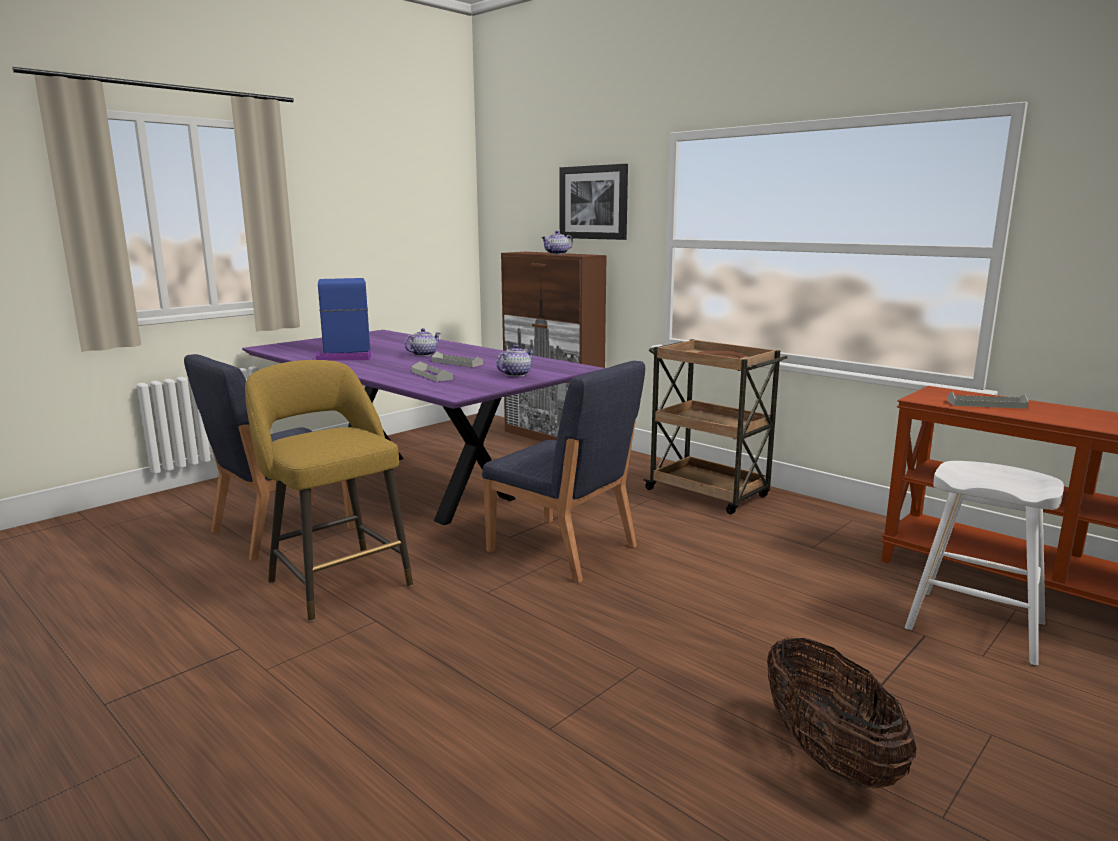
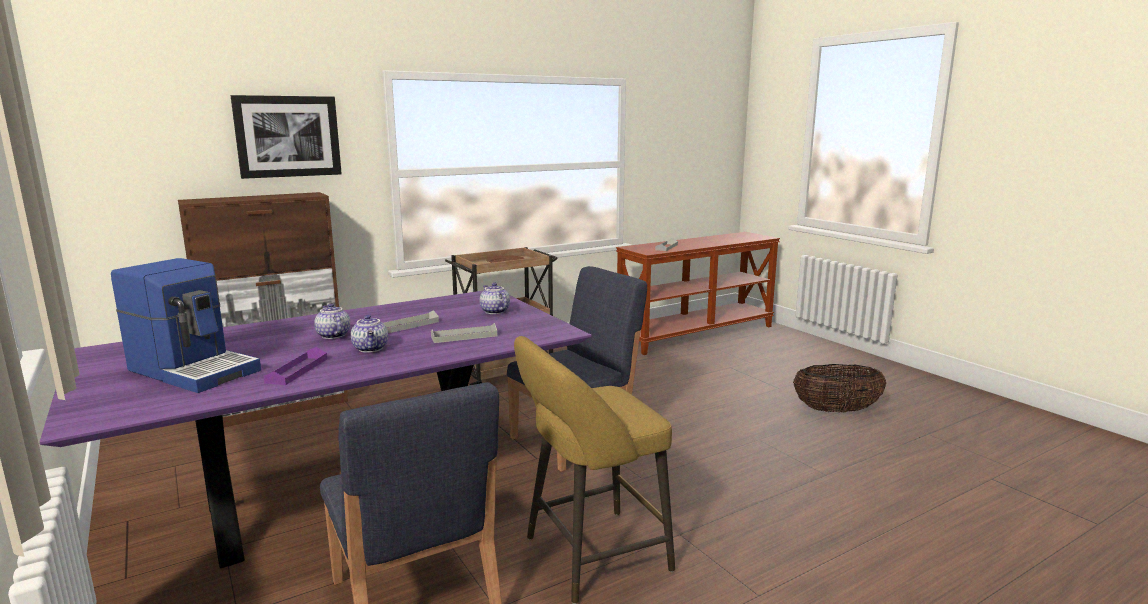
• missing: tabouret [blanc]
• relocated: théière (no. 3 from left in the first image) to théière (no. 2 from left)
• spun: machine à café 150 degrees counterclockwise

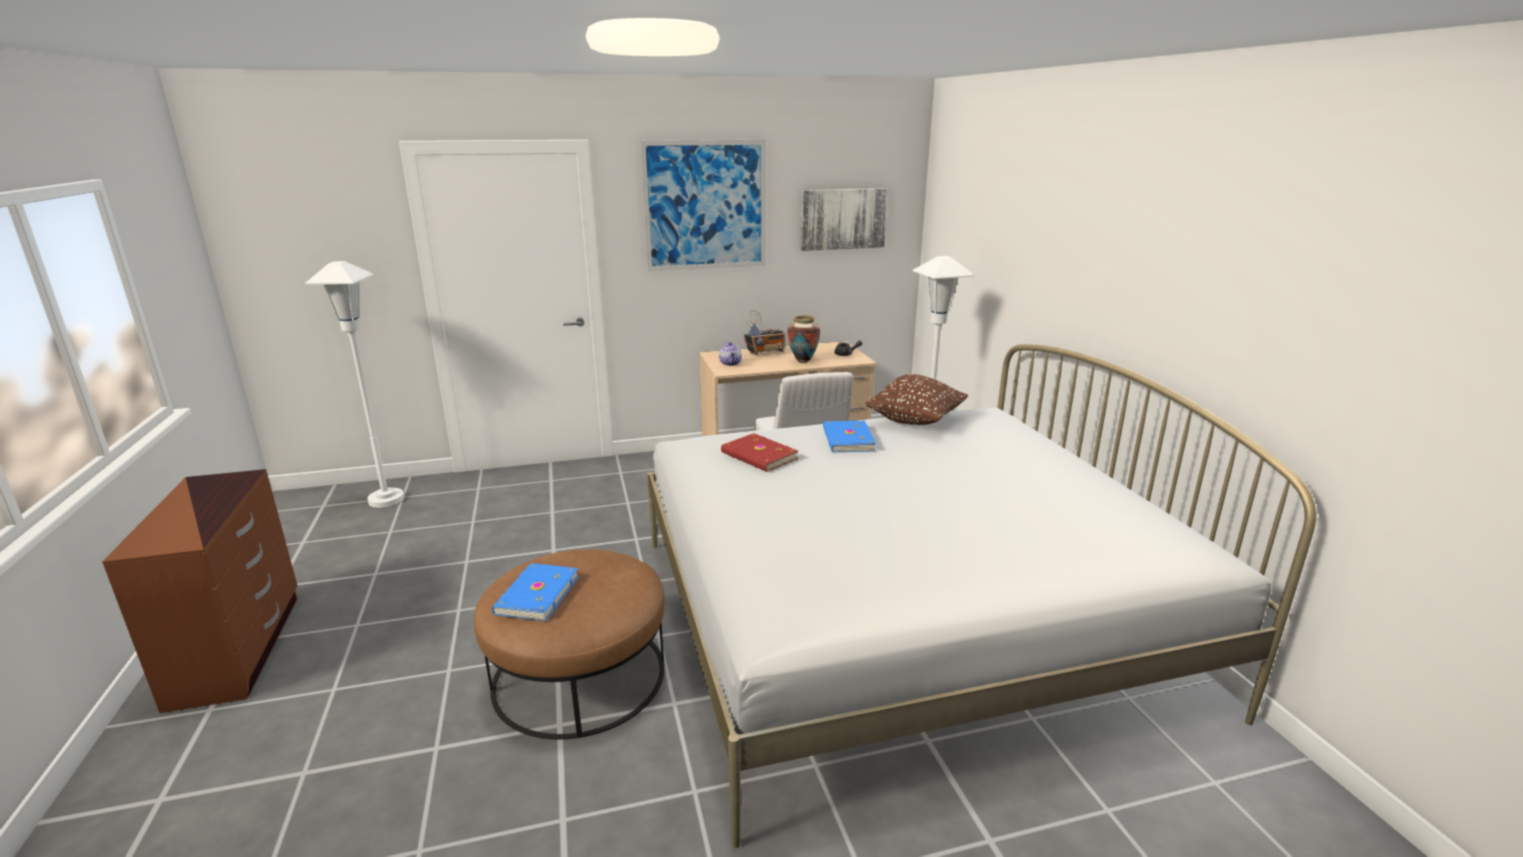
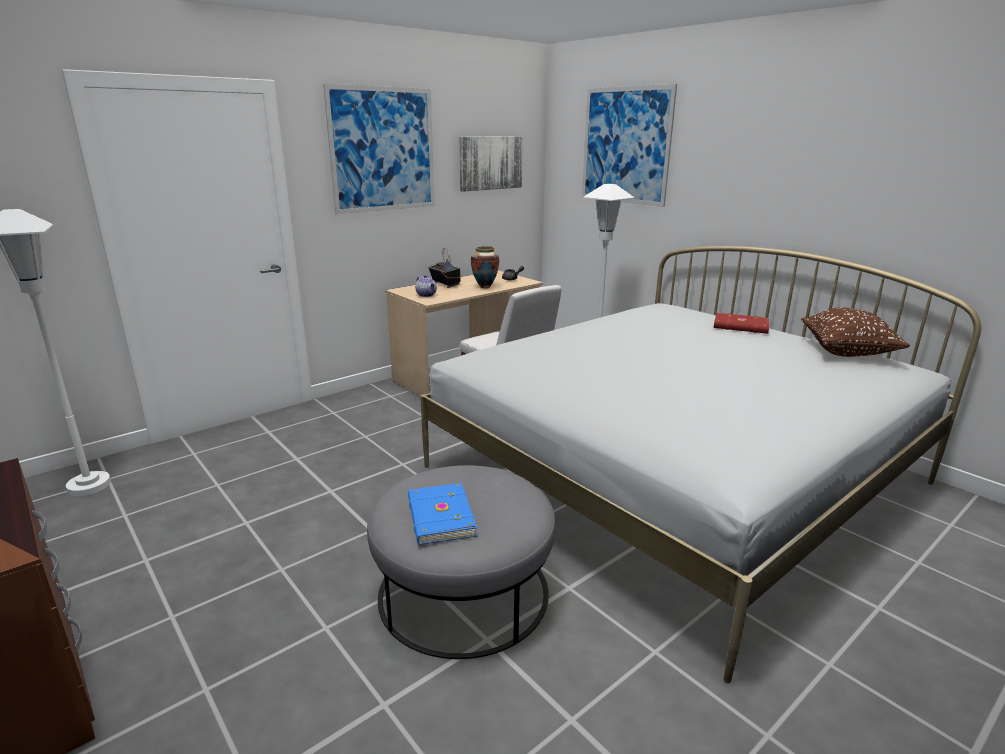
• missing: livre [bleu] (no. 2 from left)
• appeared: tableau (no. 3 from left)
• relocated: livre [rouge]
• relocated: coussin [marron]
• colour: pouf [marron] to pouf [gris]
• spun: radio 75 degrees counterclockwise

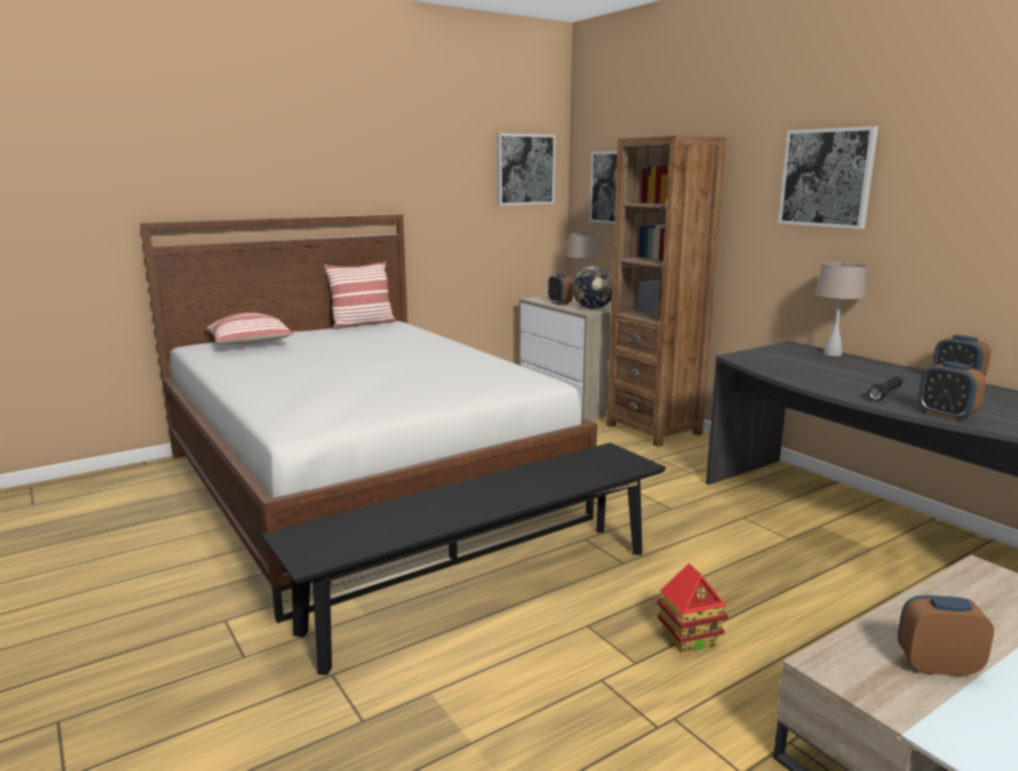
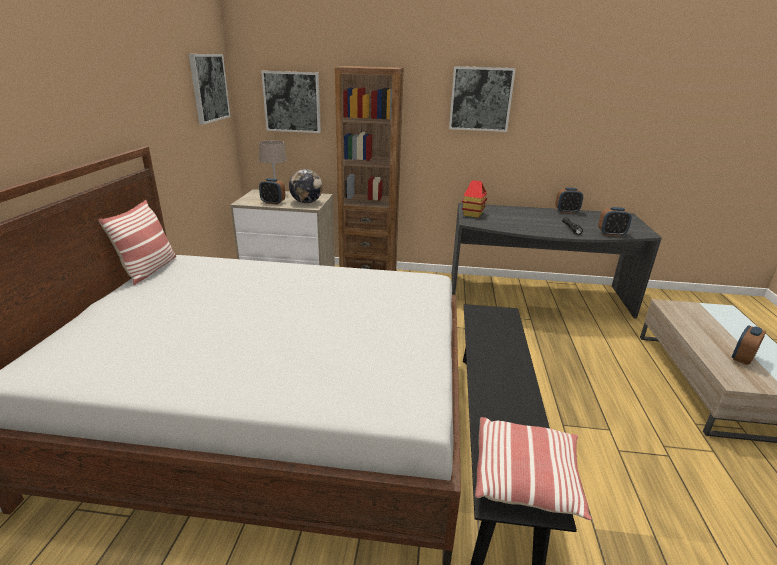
• missing: lampe de table [beige] (no. 2 from left)
• relocated: coussin (no. 1 from left in the first image) to coussin (no. 2 from left)
• relocated: maison miniature

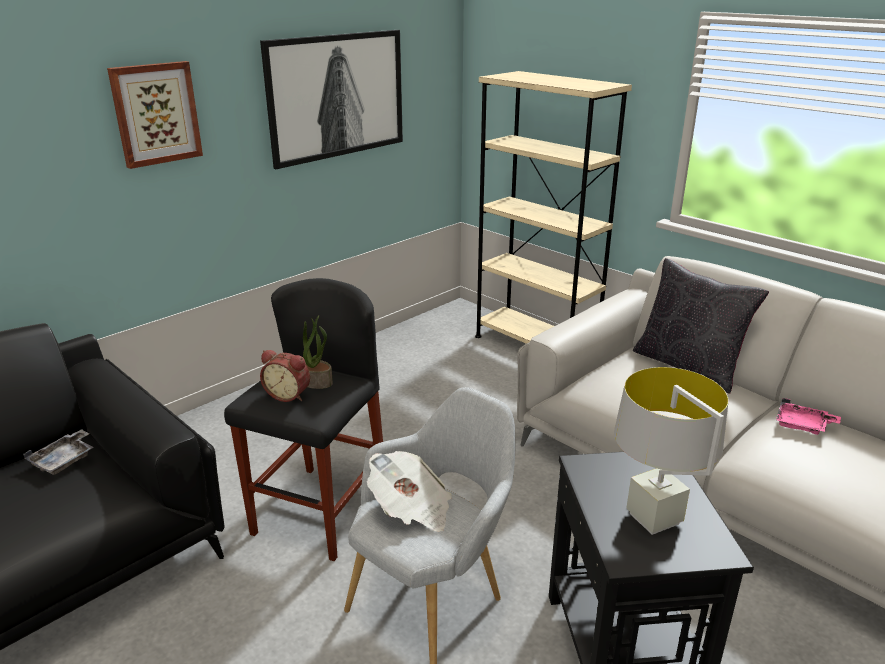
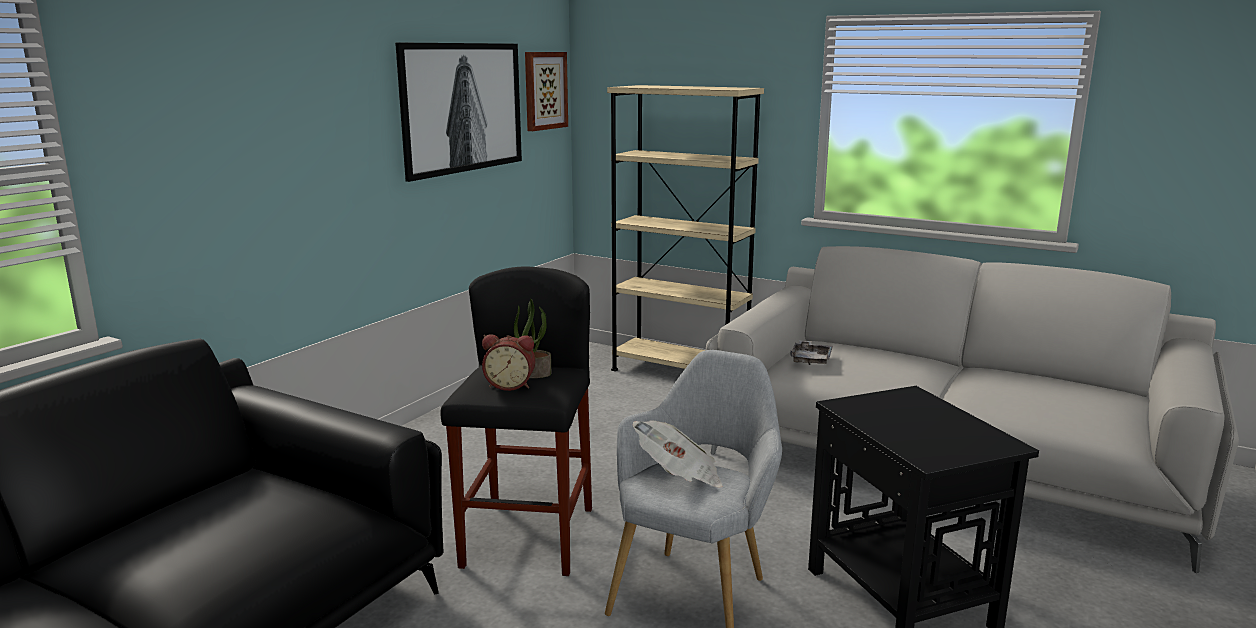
• missing: lampe de table [gris]
• missing: coussin [noir]
• missing: plateau [rose]
• relocated: plateau [gris]
• relocated: tableau (no. 1 from left in the first image) to tableau (no. 2 from left)

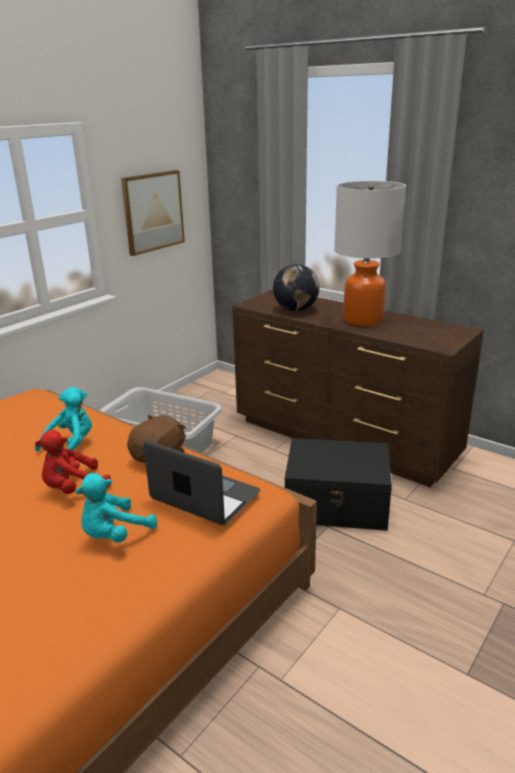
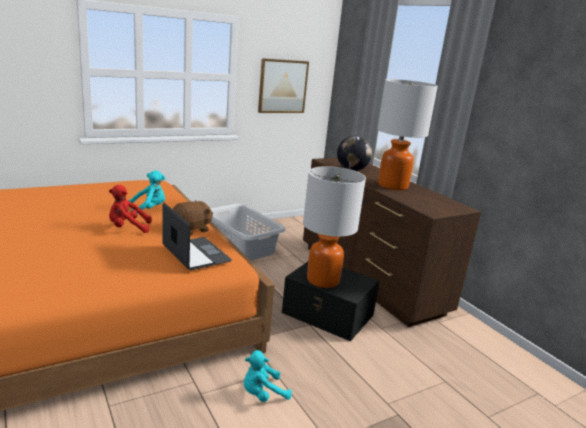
• appeared: lampe de table (no. 1 from left)
• relocated: peluche [turquoise] (no. 2 from left)

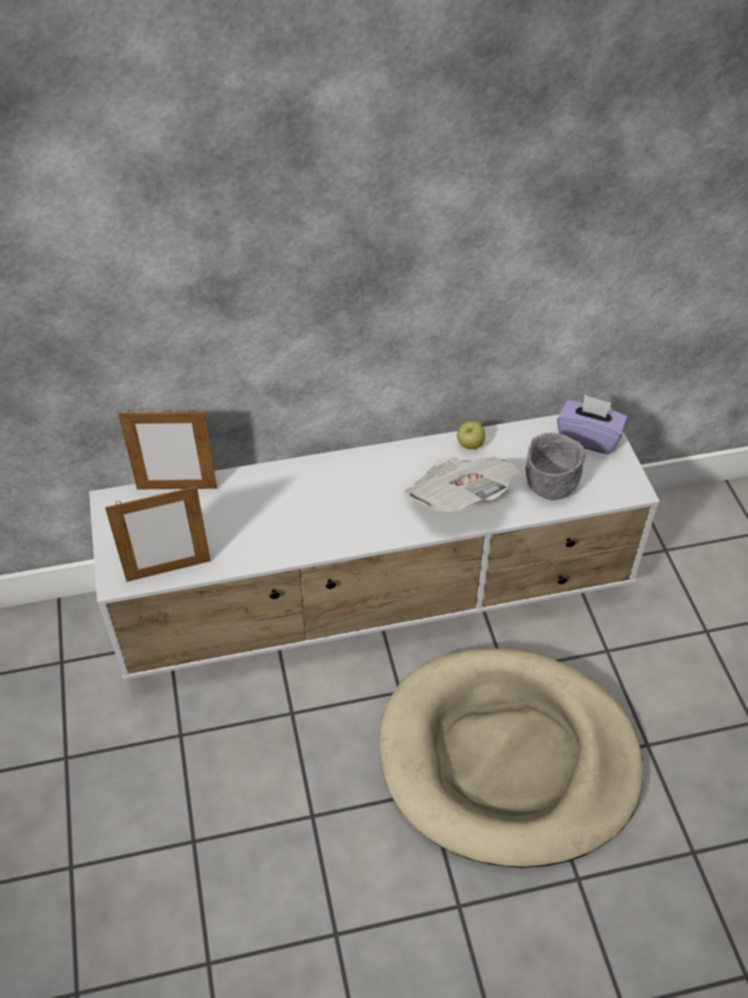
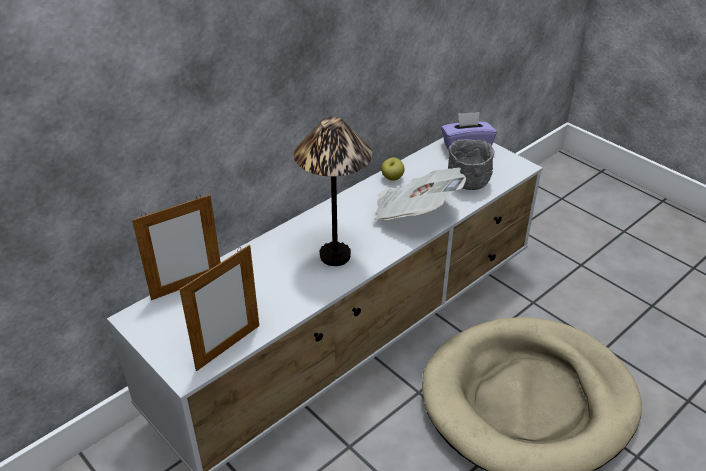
• appeared: lampe de table

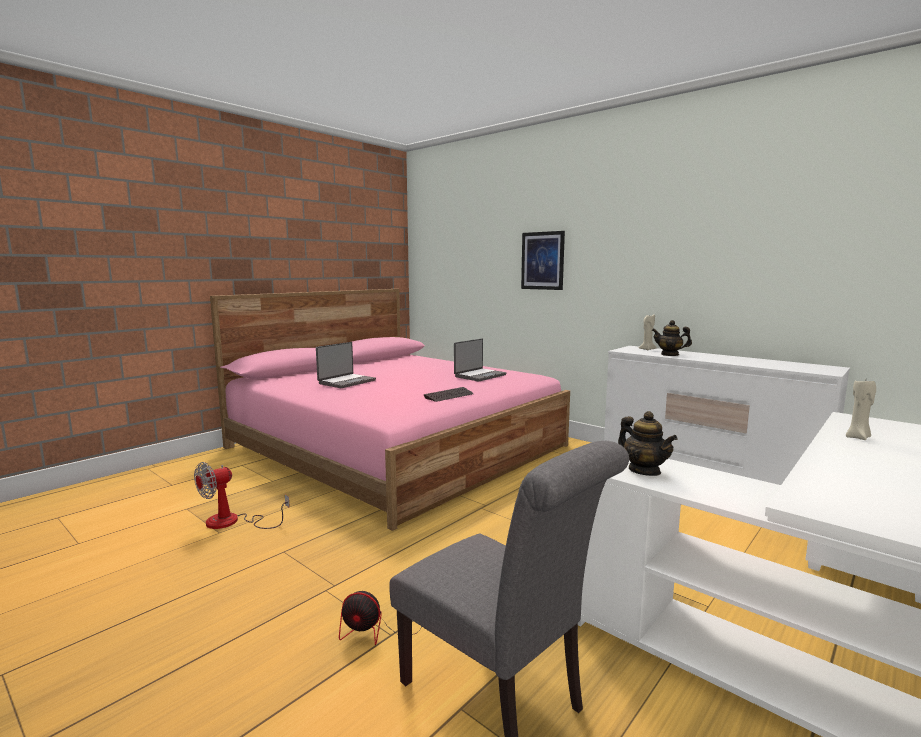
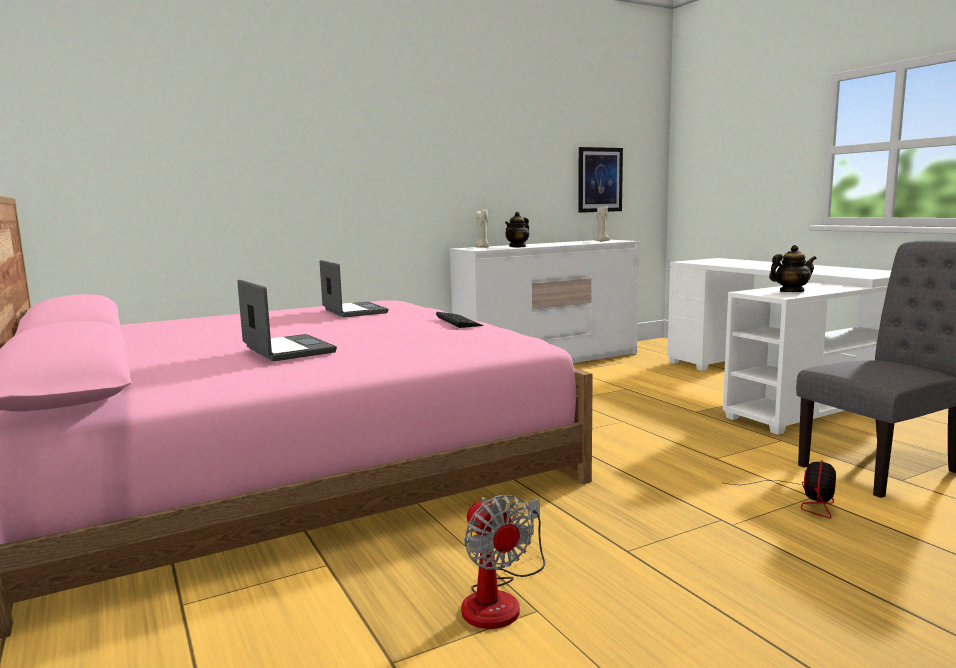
• relocated: tableau
• relocated: bougie [beige] (no. 2 from left)

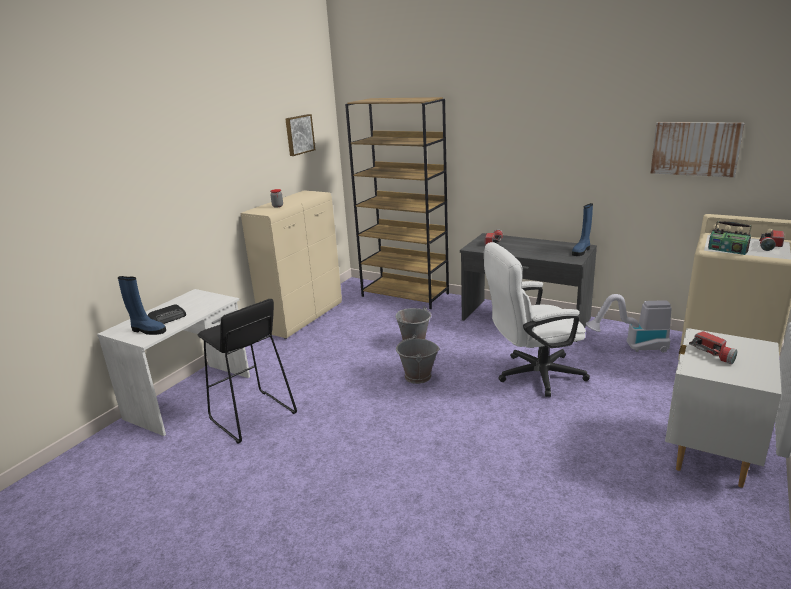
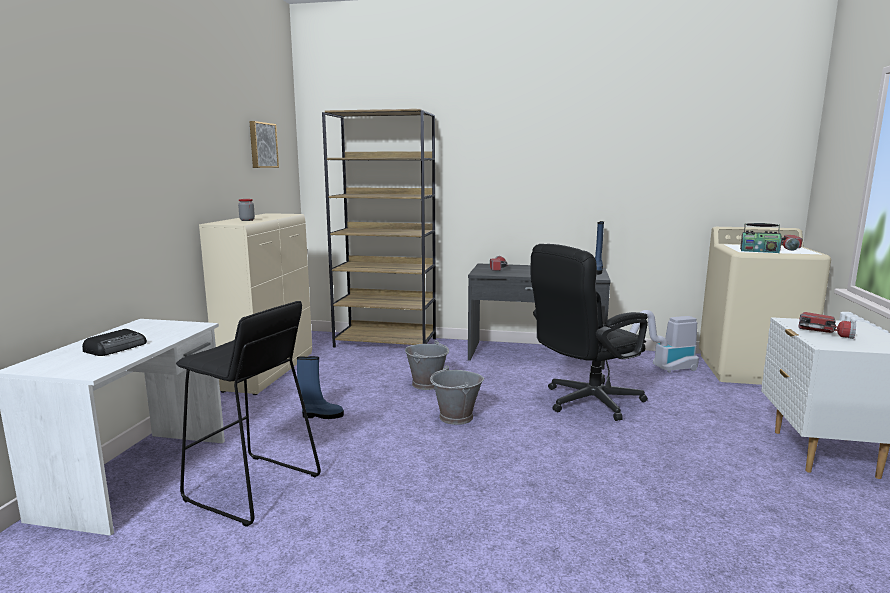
• missing: tableau (no. 2 from left)
• relocated: botte [bleu] (no. 1 from left)
• colour: chaise de bureau [blanc] to chaise de bureau [noir]

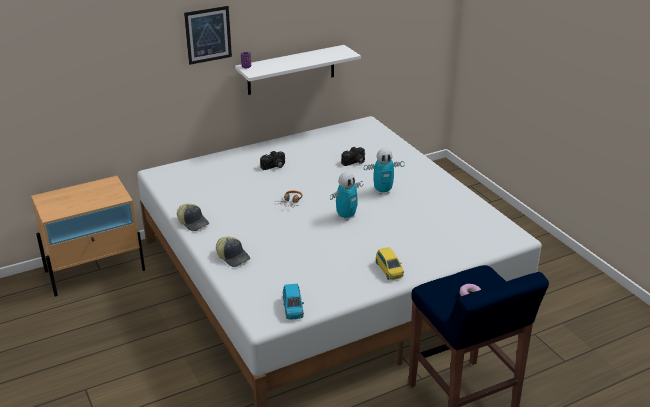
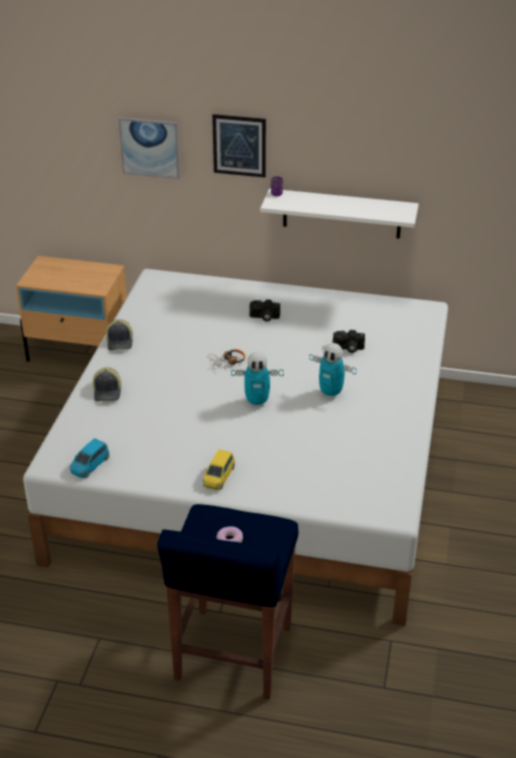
• appeared: tableau (no. 1 from left)

